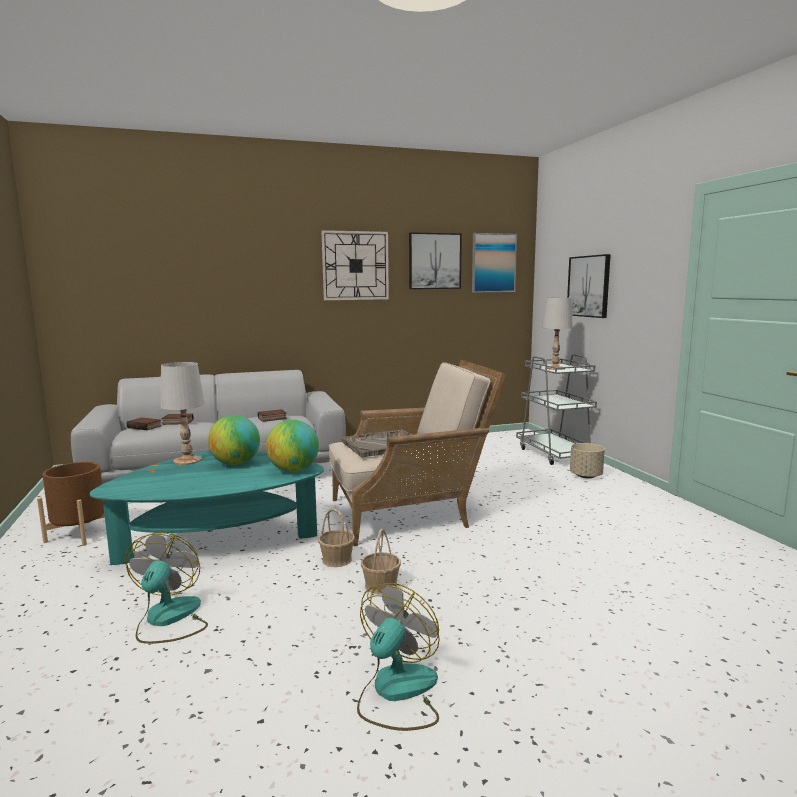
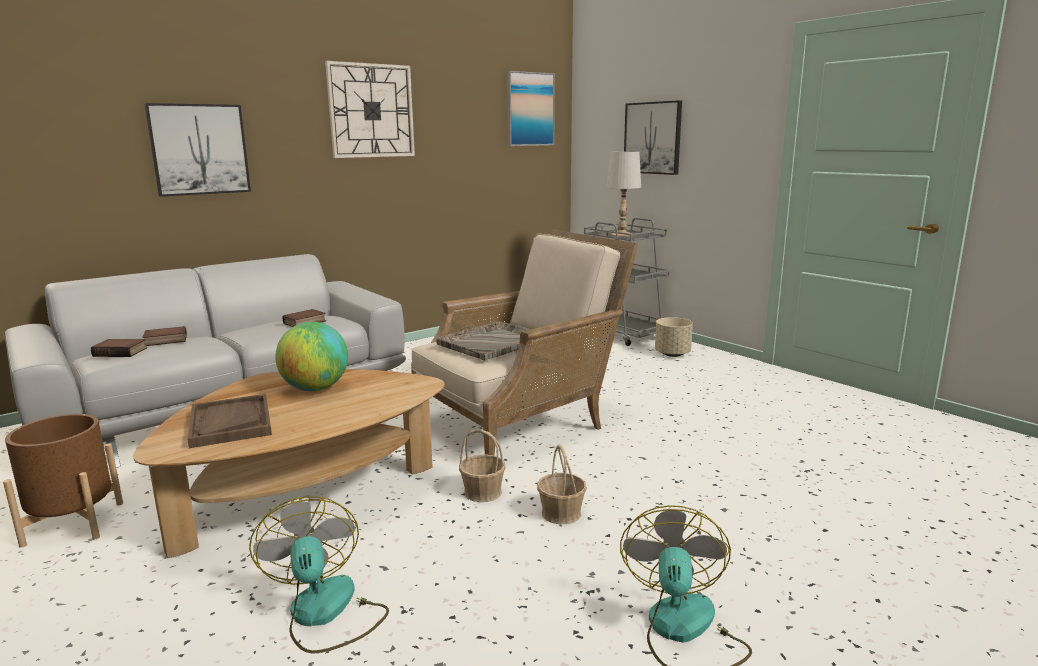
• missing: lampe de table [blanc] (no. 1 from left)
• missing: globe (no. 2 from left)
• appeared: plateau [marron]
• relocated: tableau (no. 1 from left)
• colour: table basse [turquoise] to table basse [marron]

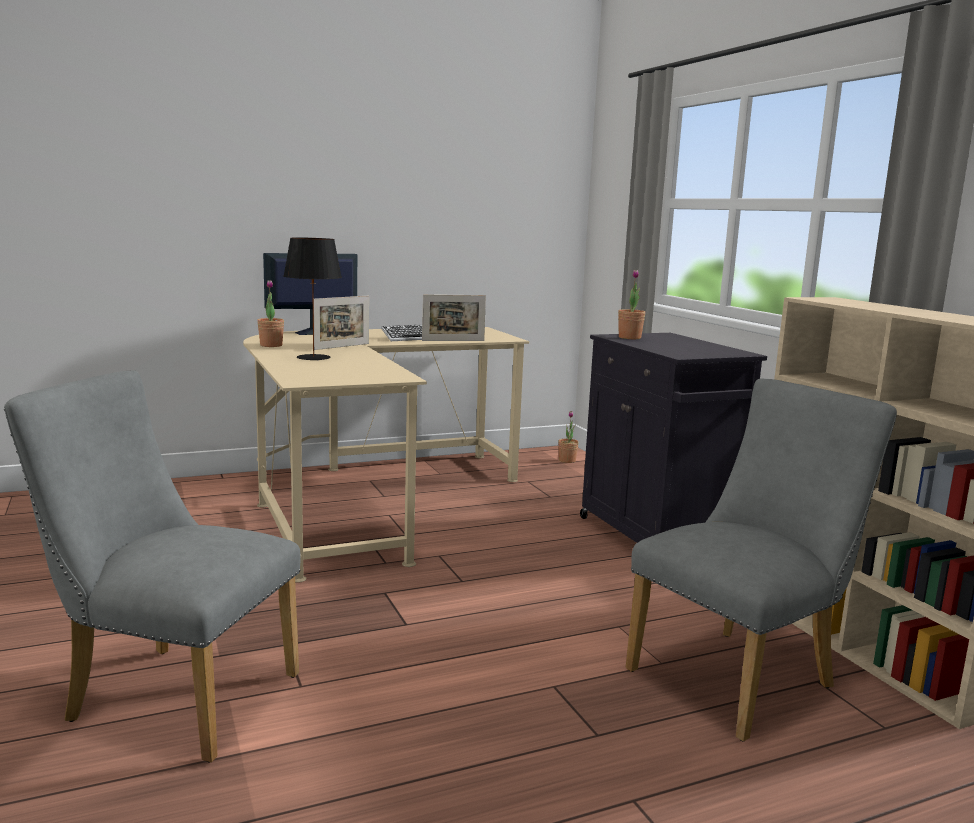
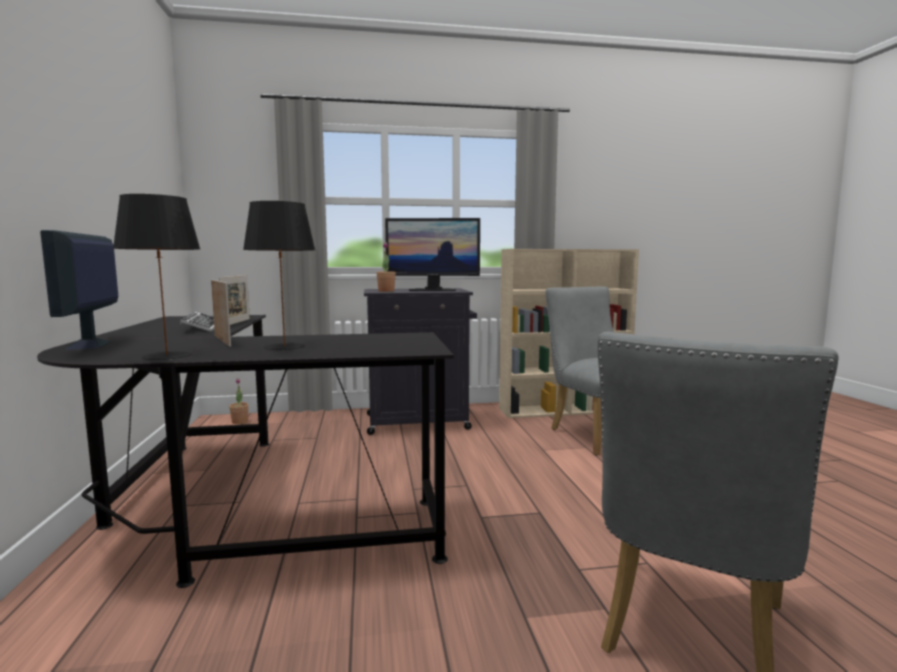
• appeared: écran d'ordinateur (no. 2 from left)
• exchanged: plante en pot (no. 1 from left) to lampe de table [noir] (no. 1 from left)
• colour: bureau [beige] to bureau [noir]

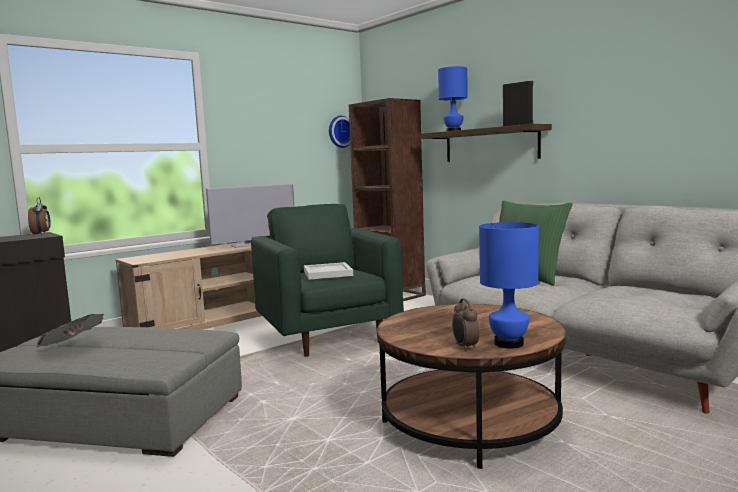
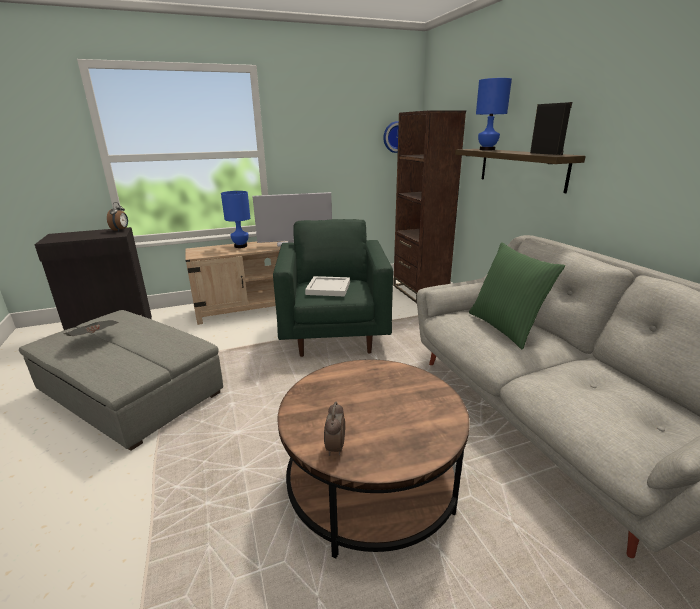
• relocated: lampe de table [bleu] (no. 2 from left in the first image) to lampe de table [bleu] (no. 1 from left)

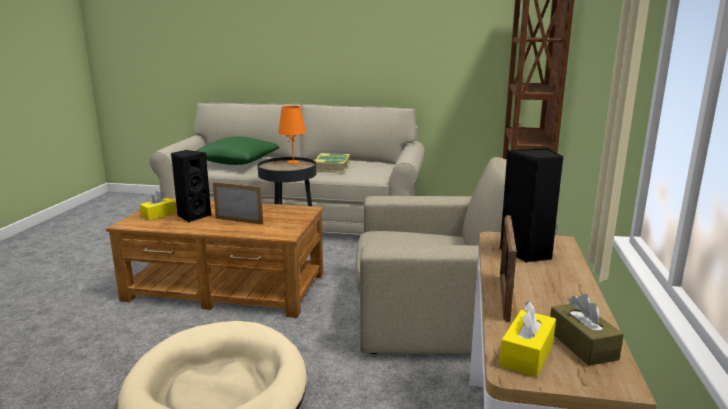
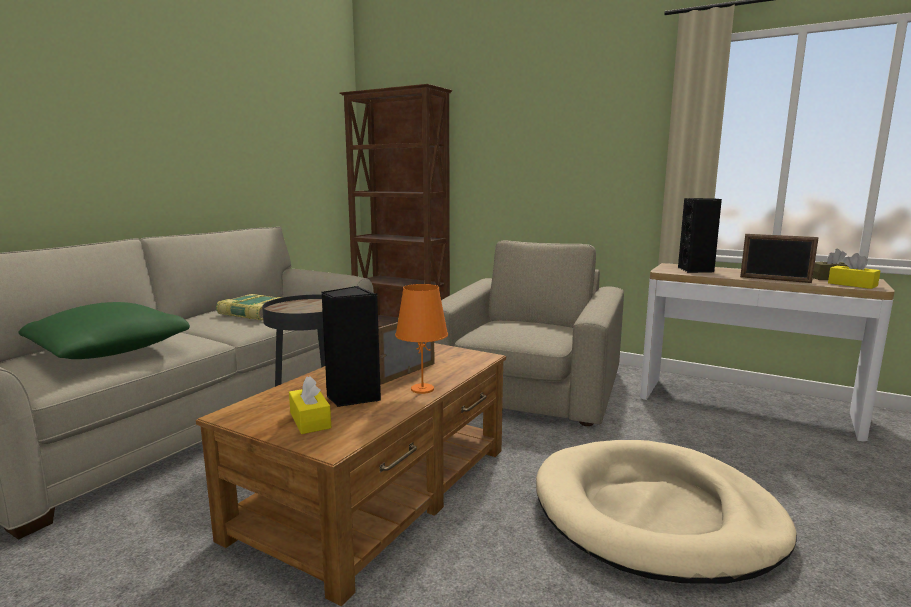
• relocated: lampe de table [orange]

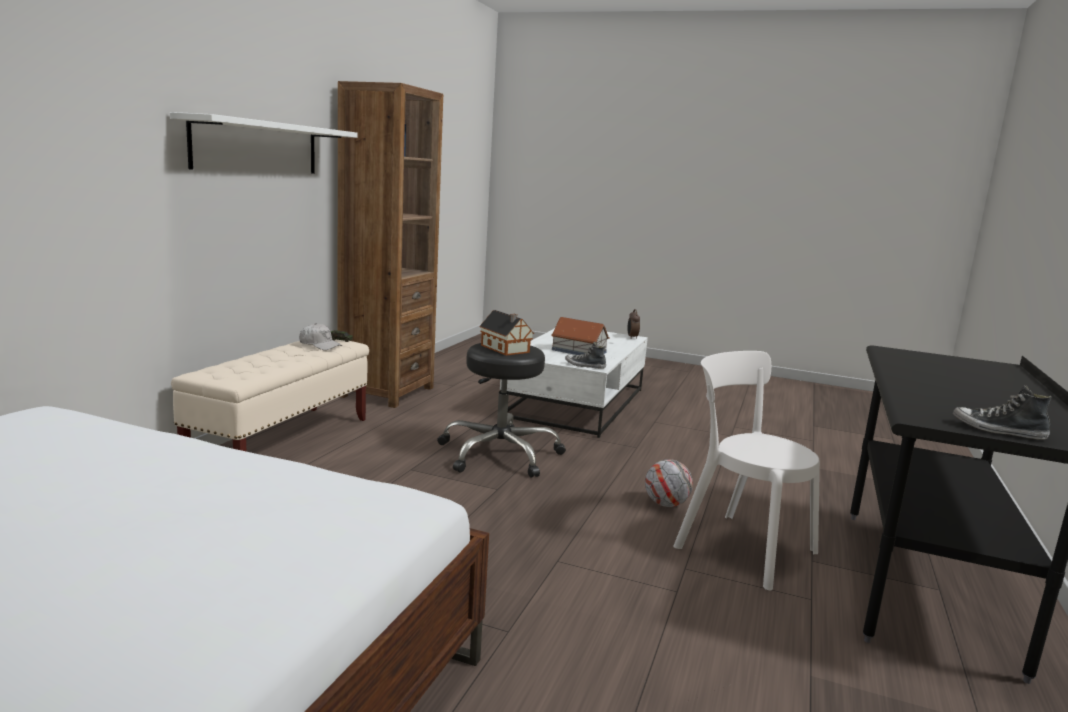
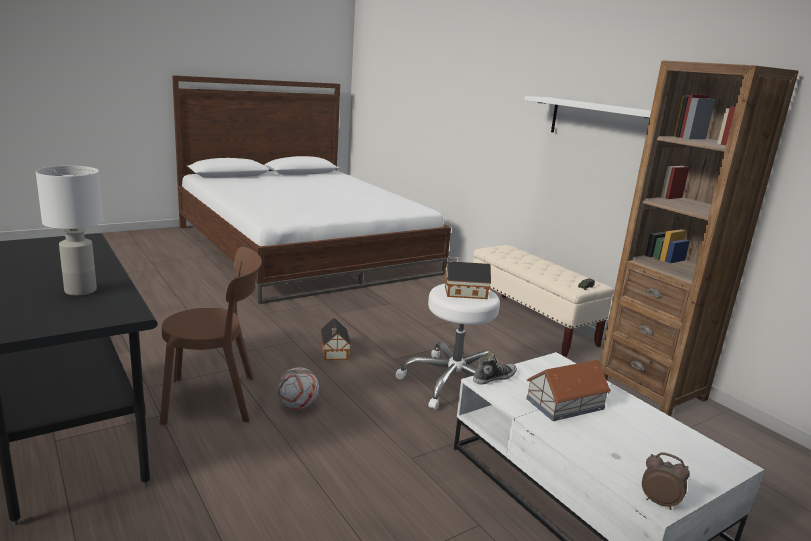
• missing: casquette [blanc]
• missing: chaussure (no. 2 from left)
• appeared: lampe de table [blanc]
• appeared: maison miniature (no. 1 from left)
• colour: tabouret [noir] to tabouret [blanc]
• colour: chaise [blanc] to chaise [marron]

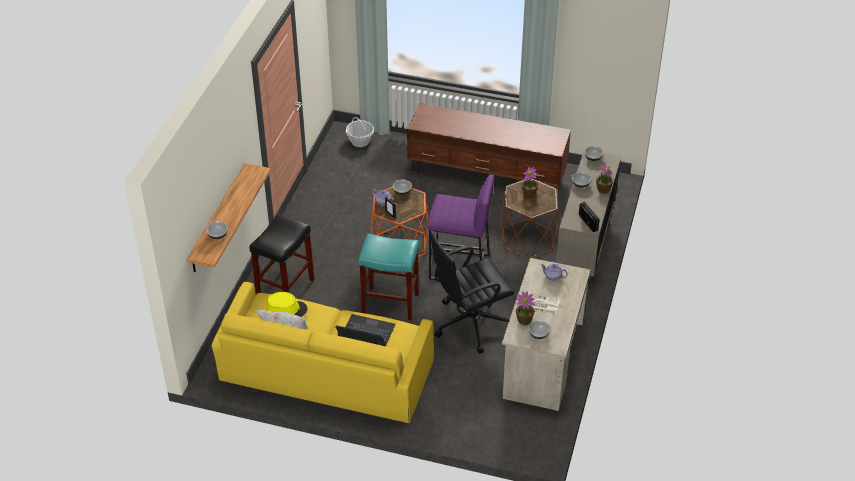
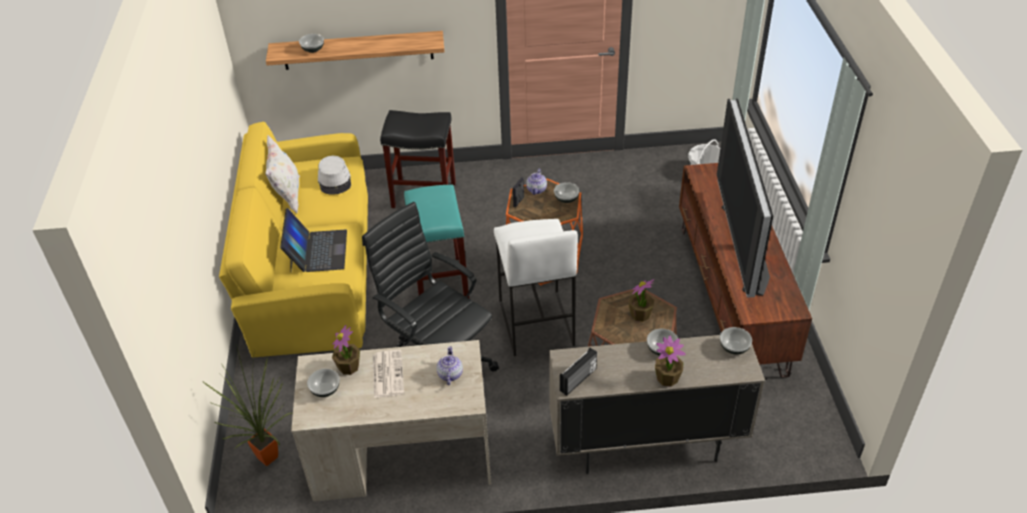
• appeared: plante en pot (no. 1 from left)
• appeared: téléviseur
• colour: chapeau [jaune] to chapeau [gris]
• colour: tabouret [violet] to tabouret [blanc]

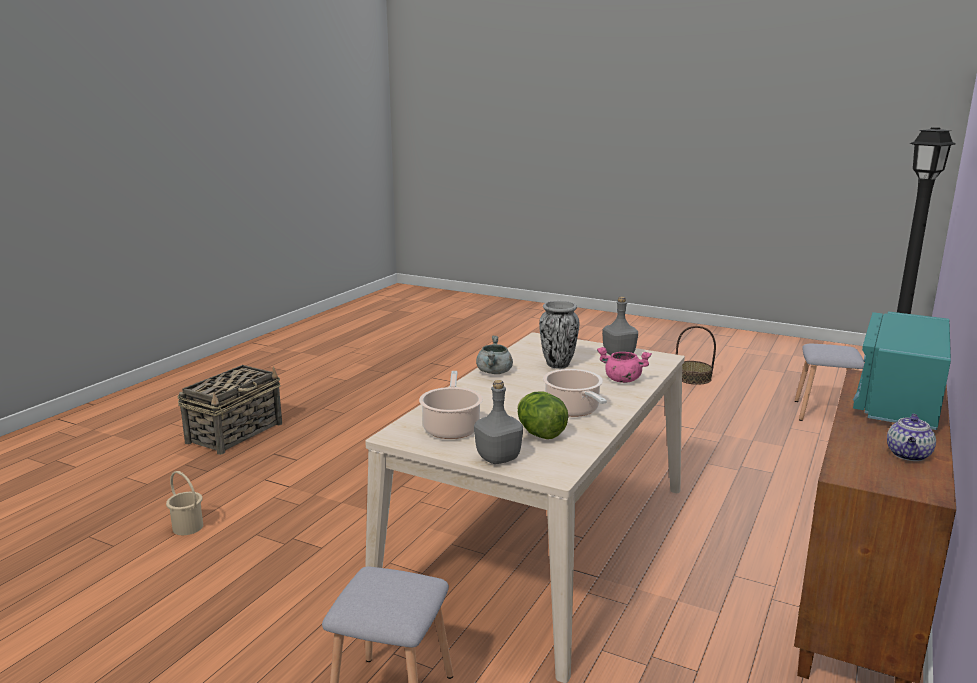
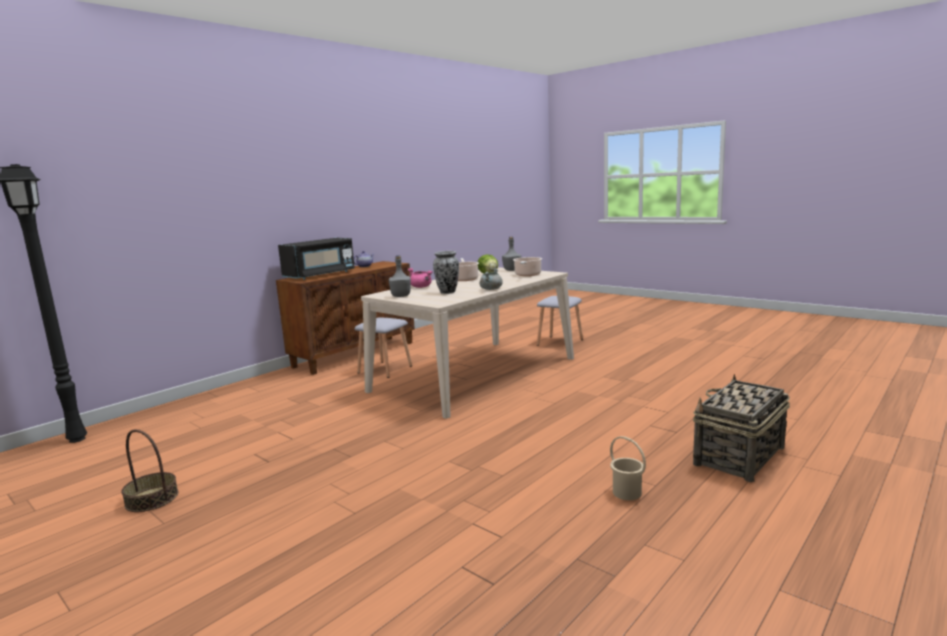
• relocated: seau [beige]
• relocated: tabouret [gris] (no. 2 from left in the first image) to tabouret [gris] (no. 1 from left)
• colour: micro-ondes [turquoise] to micro-ondes [noir]

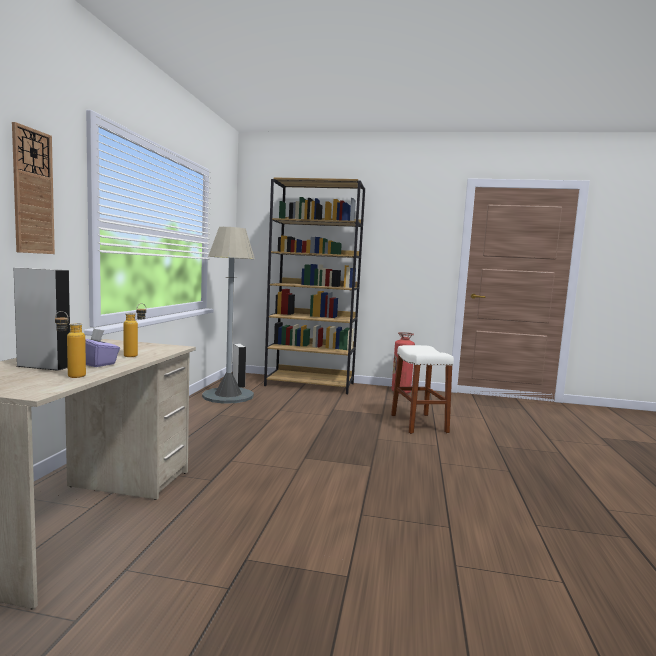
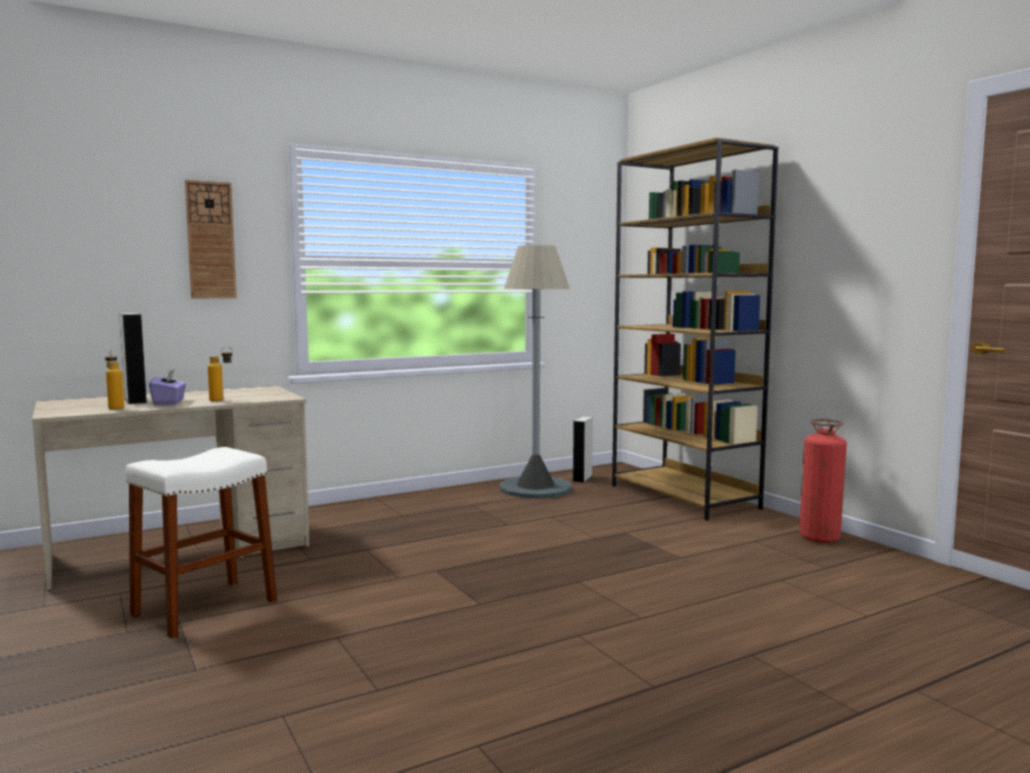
• relocated: tabouret [blanc]

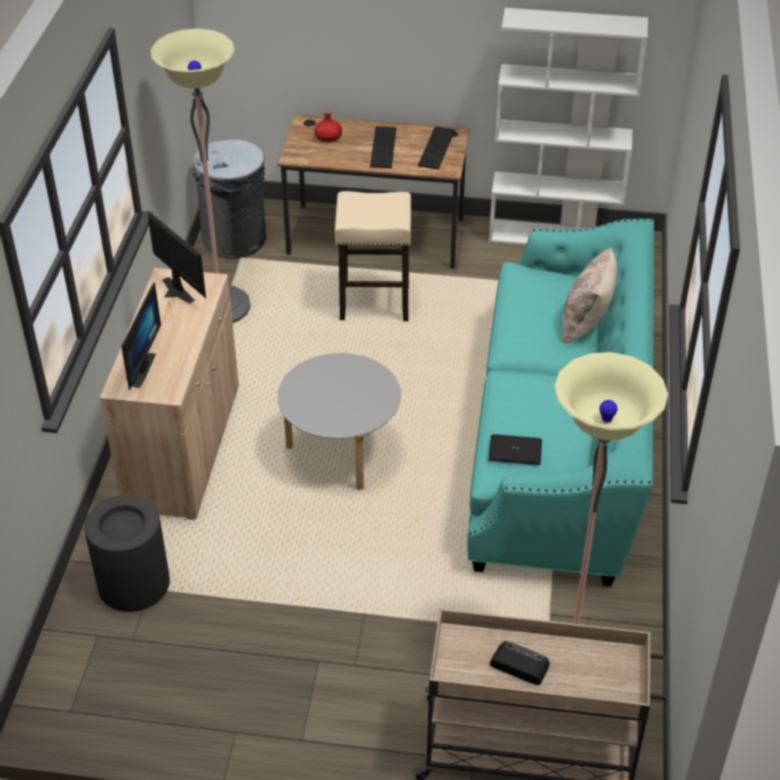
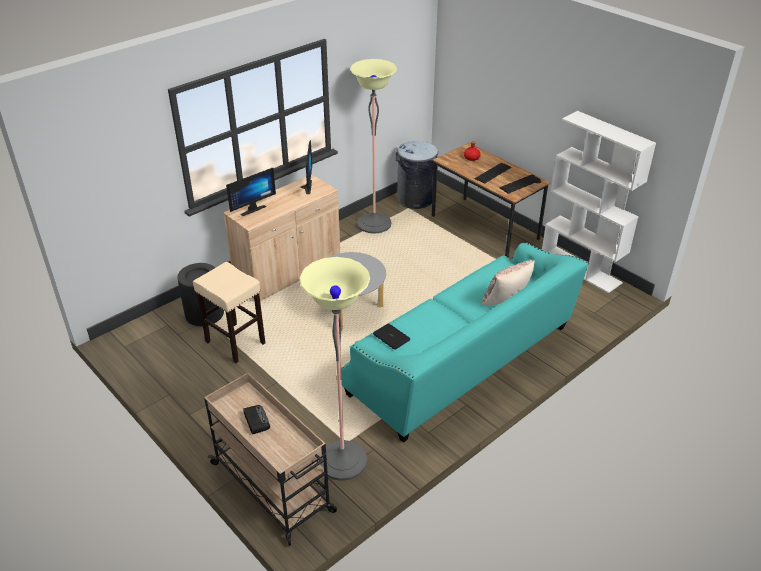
• relocated: tabouret [beige]

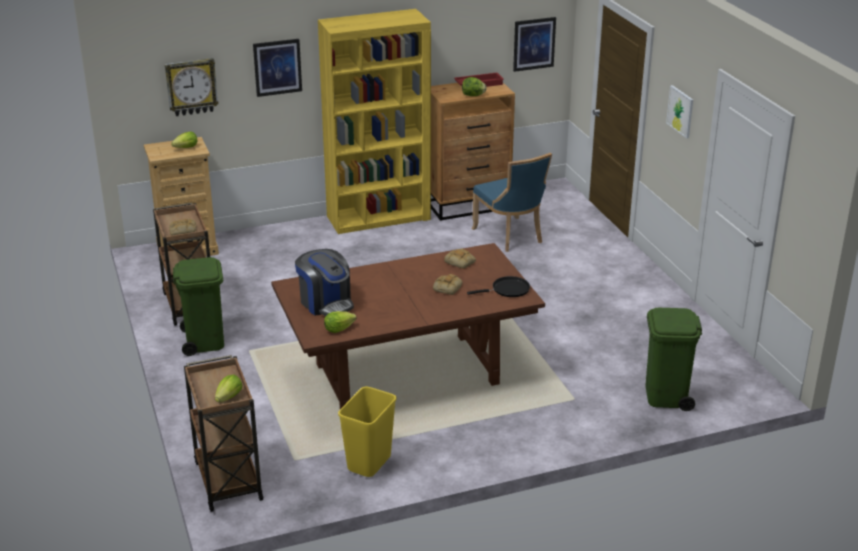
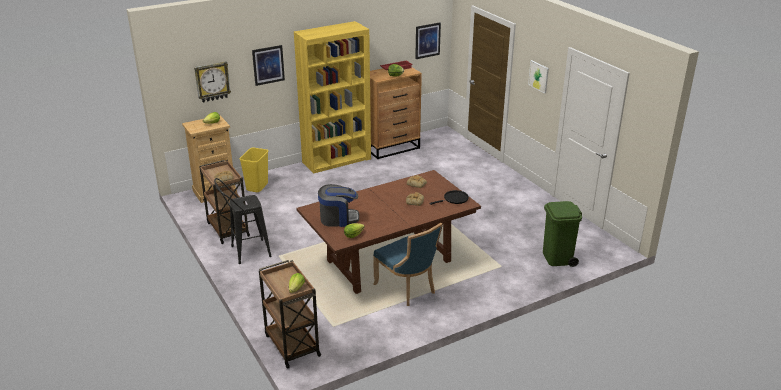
• relocated: poubelle [jaune]
• relocated: chaise [bleu]
• exchanged: poubelle [vert] (no. 1 from left) to tabouret [noir]
• spun: machine à café 45 degrees counterclockwise

